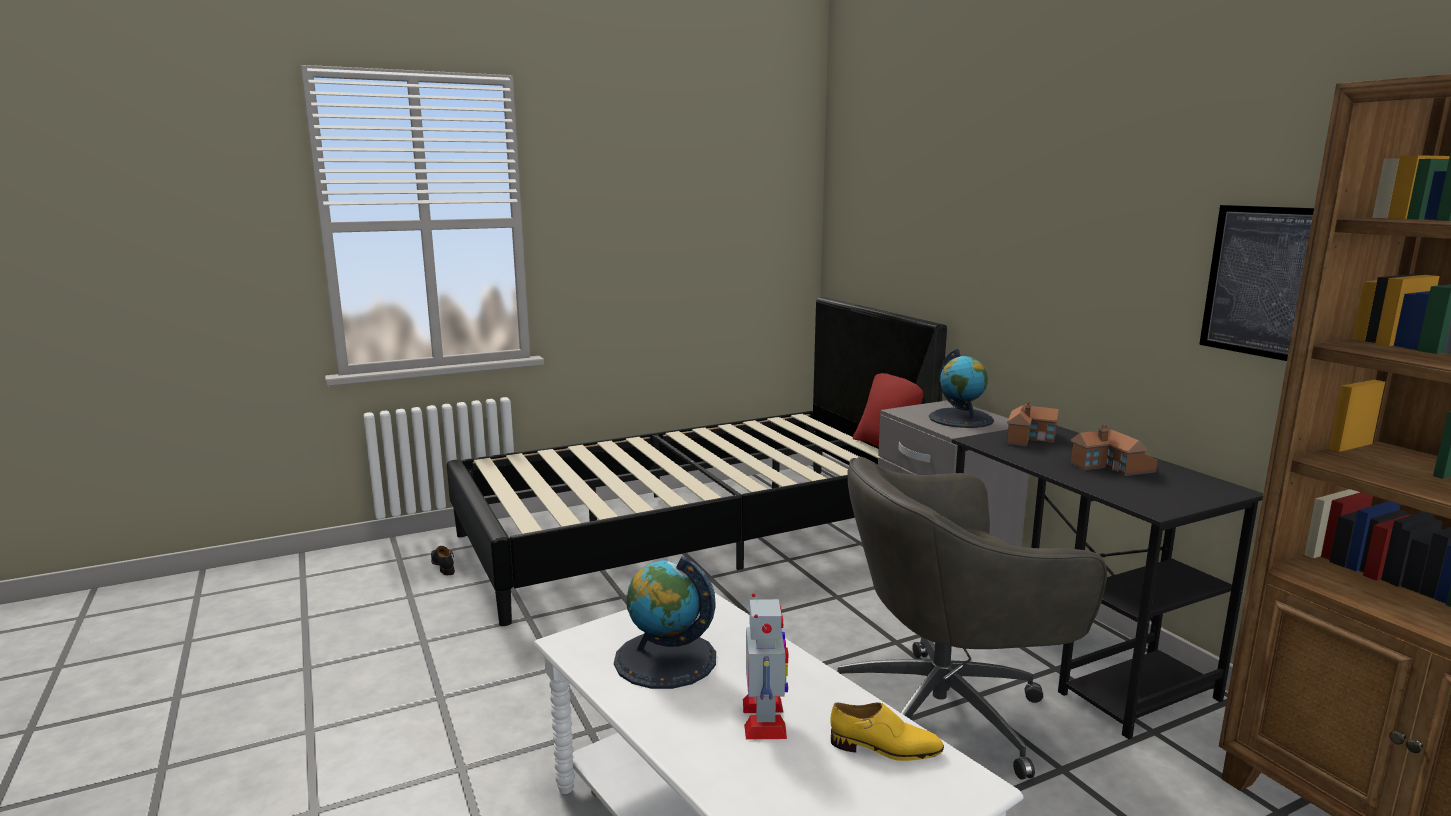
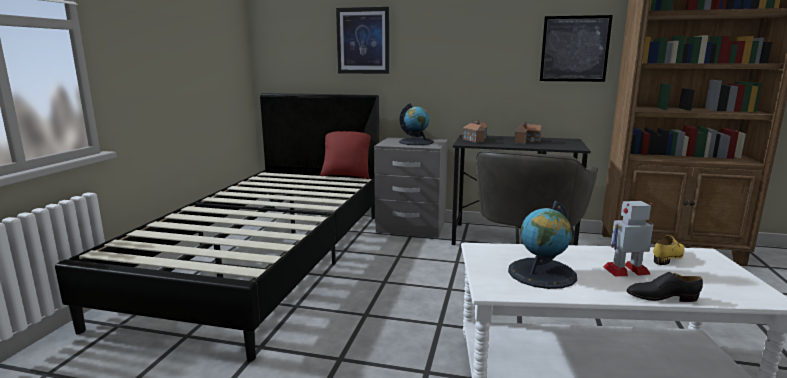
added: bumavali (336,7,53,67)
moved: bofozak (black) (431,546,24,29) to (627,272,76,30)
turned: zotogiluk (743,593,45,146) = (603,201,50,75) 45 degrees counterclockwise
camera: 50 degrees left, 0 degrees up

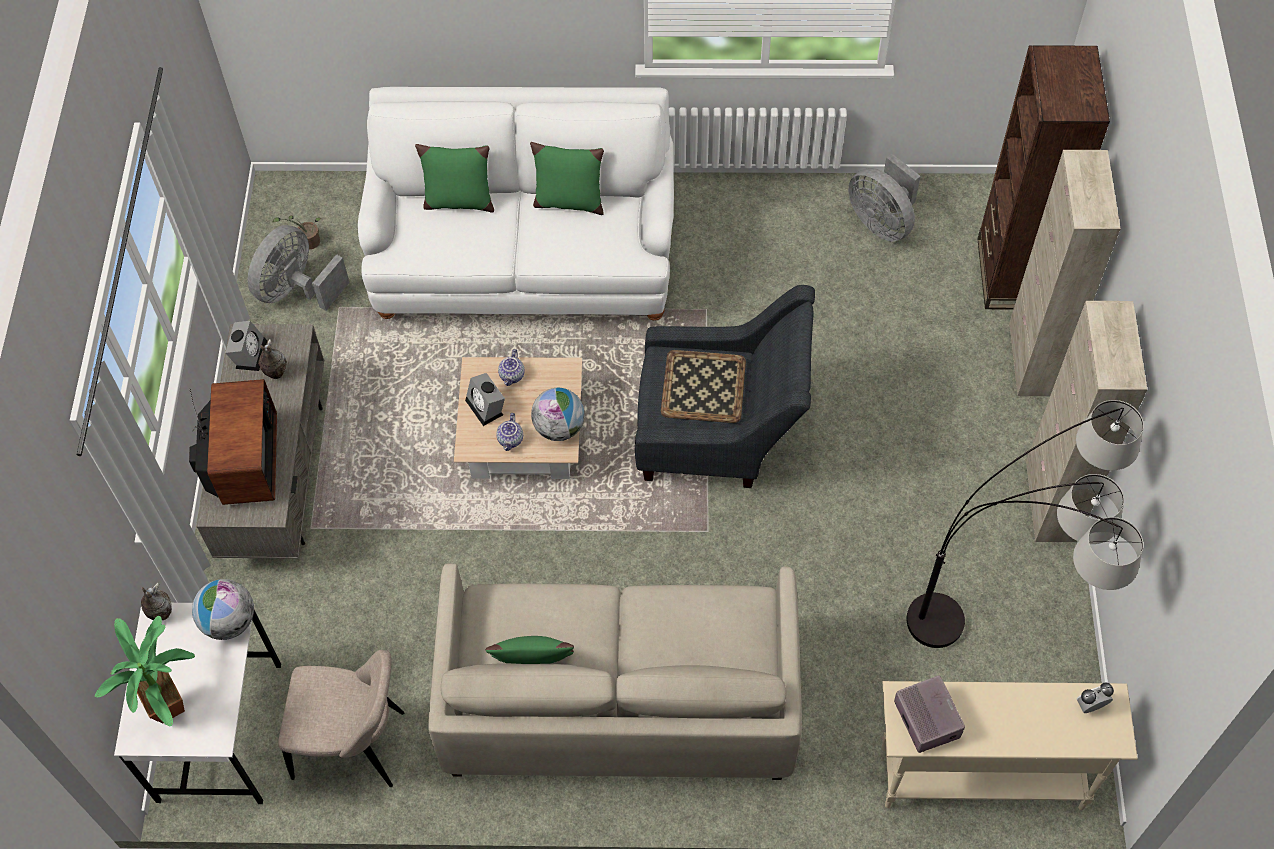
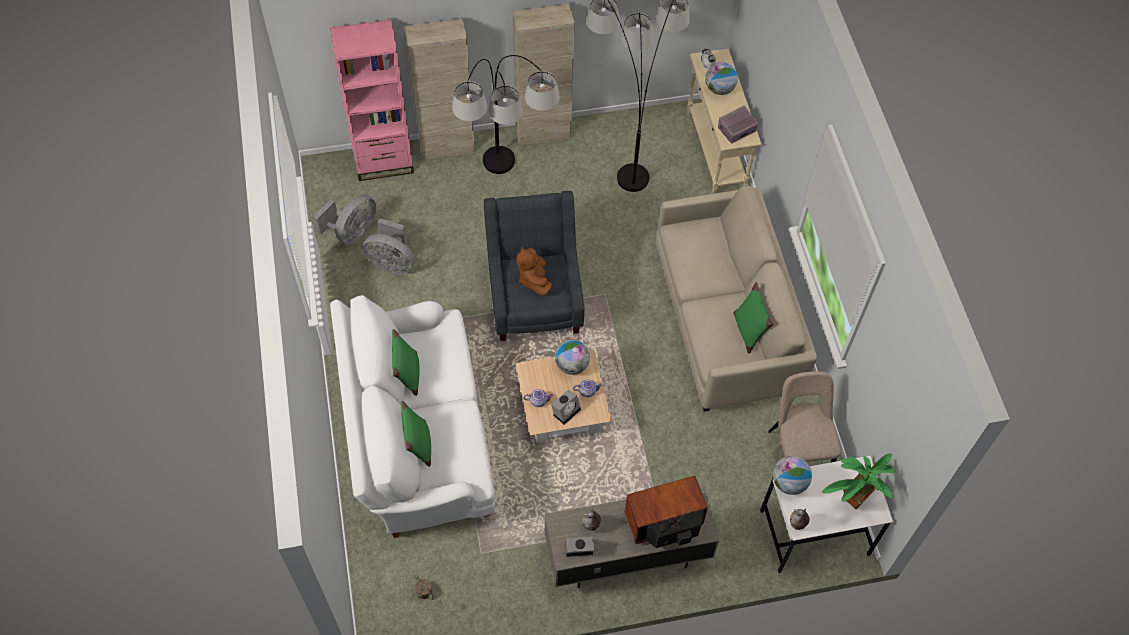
added: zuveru (452,55,107,119); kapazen (705,62,33,33)
moved: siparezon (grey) (248,225,102,86) to (362,218,53,56)
replaced: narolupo (661,350,85,73) to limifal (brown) (517,246,35,50)
recoloured: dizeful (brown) (977,46,133,263) to dizeful (pink) (330,20,84,161)
camera: 105 degrees left, 0 degrees up

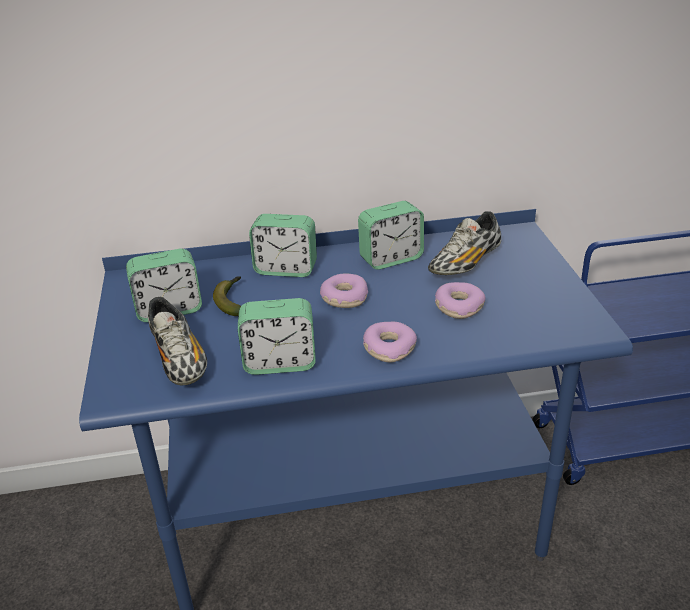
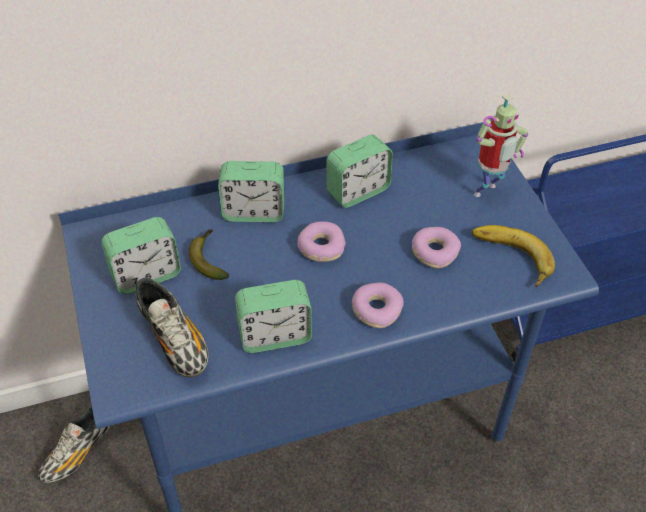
added: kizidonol (471,225,84,62); zotogiluk (474,94,54,103)
moved: bofozak (428,211,73,64) to (37,406,73,77)
camera: 10 degrees left, 15 degrees up

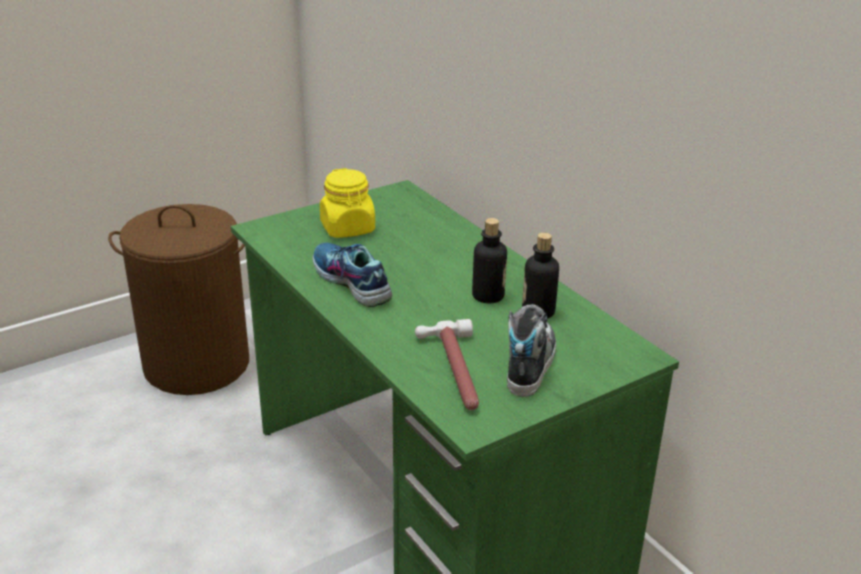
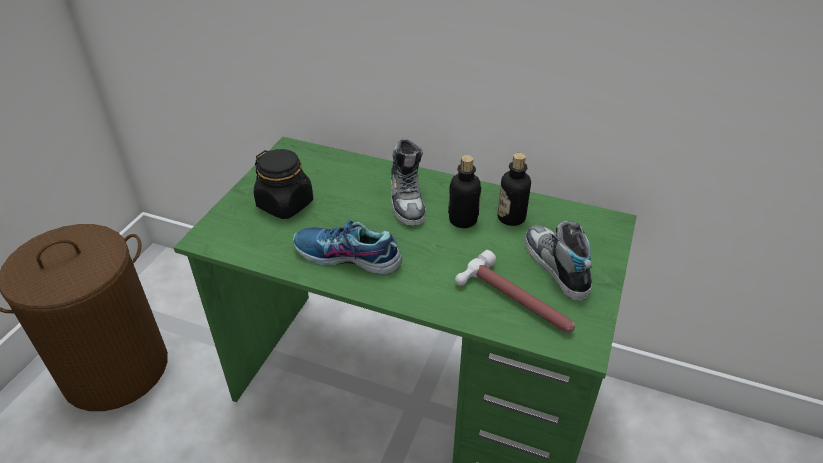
added: bofozak (391,139,35,87)
recoloured: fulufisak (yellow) (320,168,55,70) to fulufisak (black) (254,149,59,70)
camera: 35 degrees left, 10 degrees up

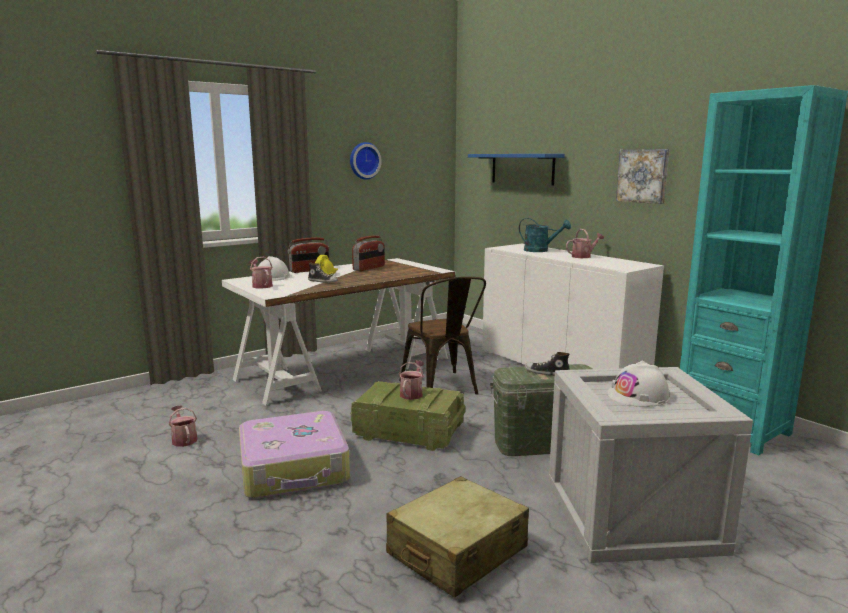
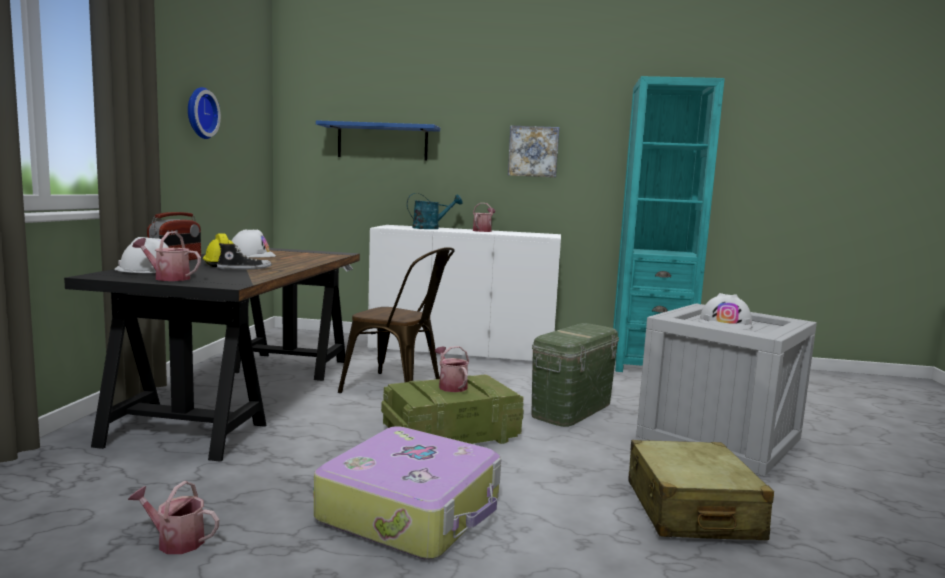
removed: bofozak (524,352,46,24)
replaced: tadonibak (352,236,33,35) to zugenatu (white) (232,230,44,27)
recoloured: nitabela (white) (222,258,233,148) to nitabela (black) (64,248,296,214)
camera: 45 degrees left, 5 degrees down

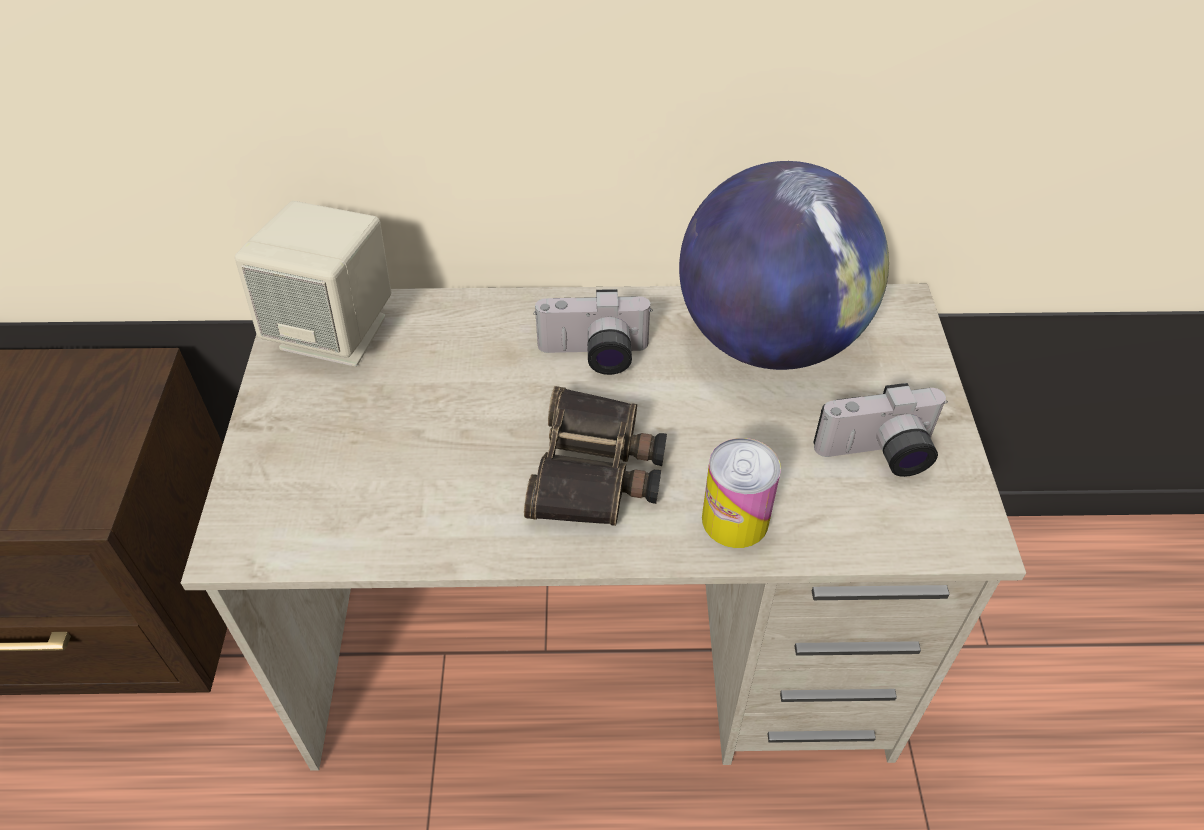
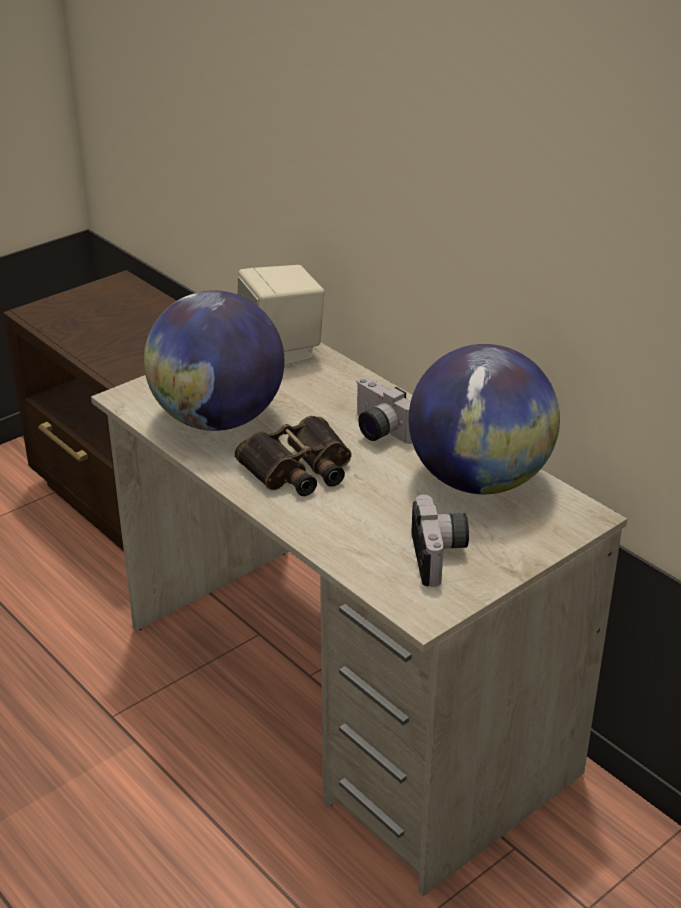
removed: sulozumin (702,438,79,110)
added: kapazen (144,290,140,141)
turned: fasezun (814,383,134,94) = (411,495,58,92) 135 degrees counterclockwise
camera: 50 degrees right, 15 degrees down

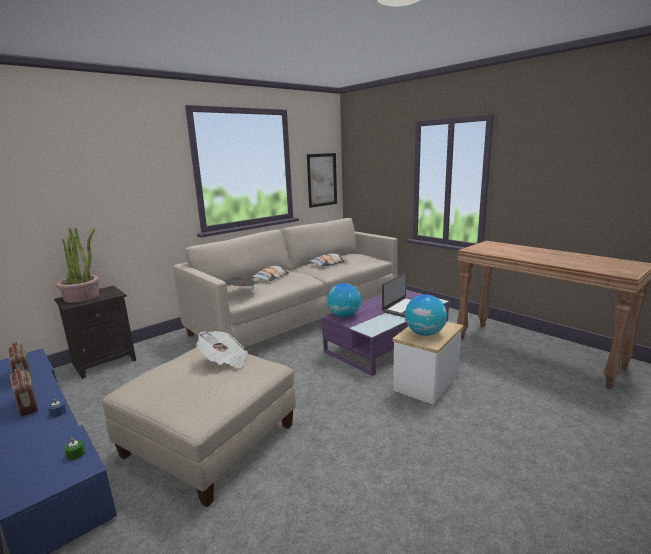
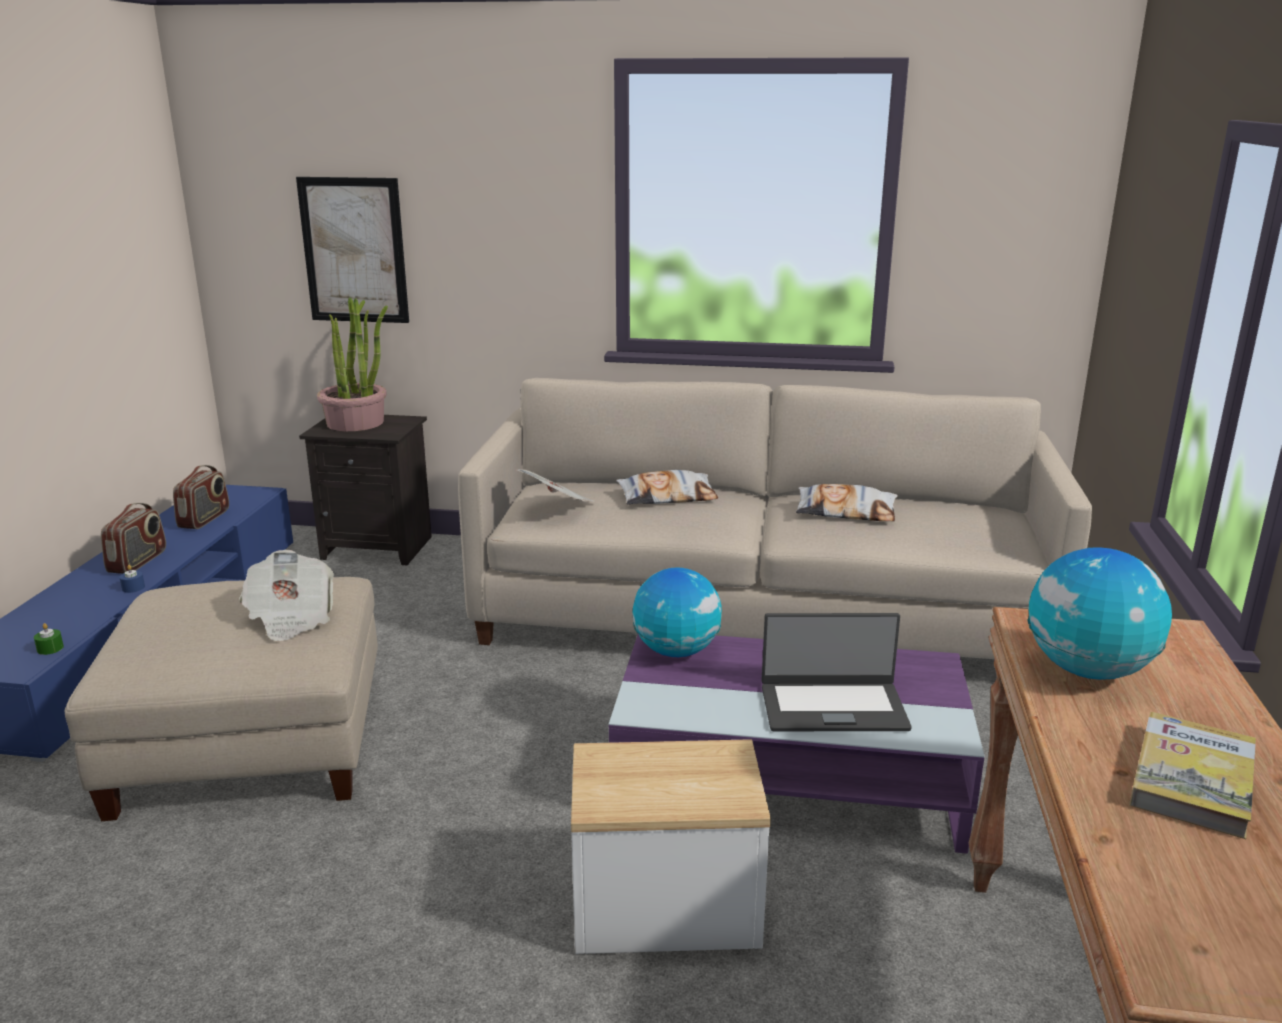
added: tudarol (1129,712,127,127)
moved: bumavali (307,153,30,55) to (296,177,113,146); kapazen (405,294,42,42) to (1027,547,145,133)
camera: 50 degrees right, 5 degrees up

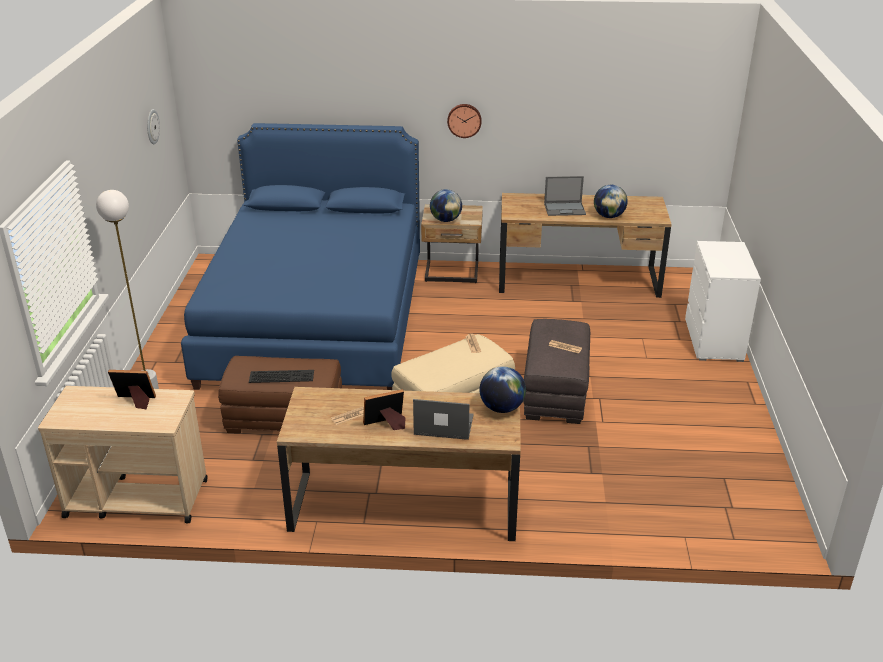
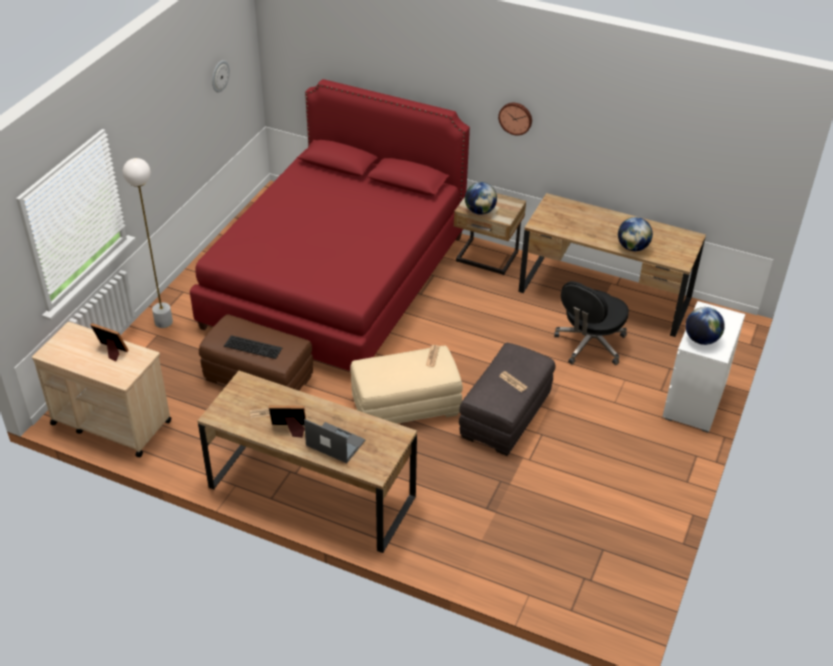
removed: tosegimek (544,176,42,40)
added: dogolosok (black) (554,281,75,84)
moved: kapazen (480,366,46,47) to (686,307,39,38)
recoloured: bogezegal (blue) (181,123,239,267) to bogezegal (red) (190,79,280,292)
camera: 20 degrees right, 10 degrees up

